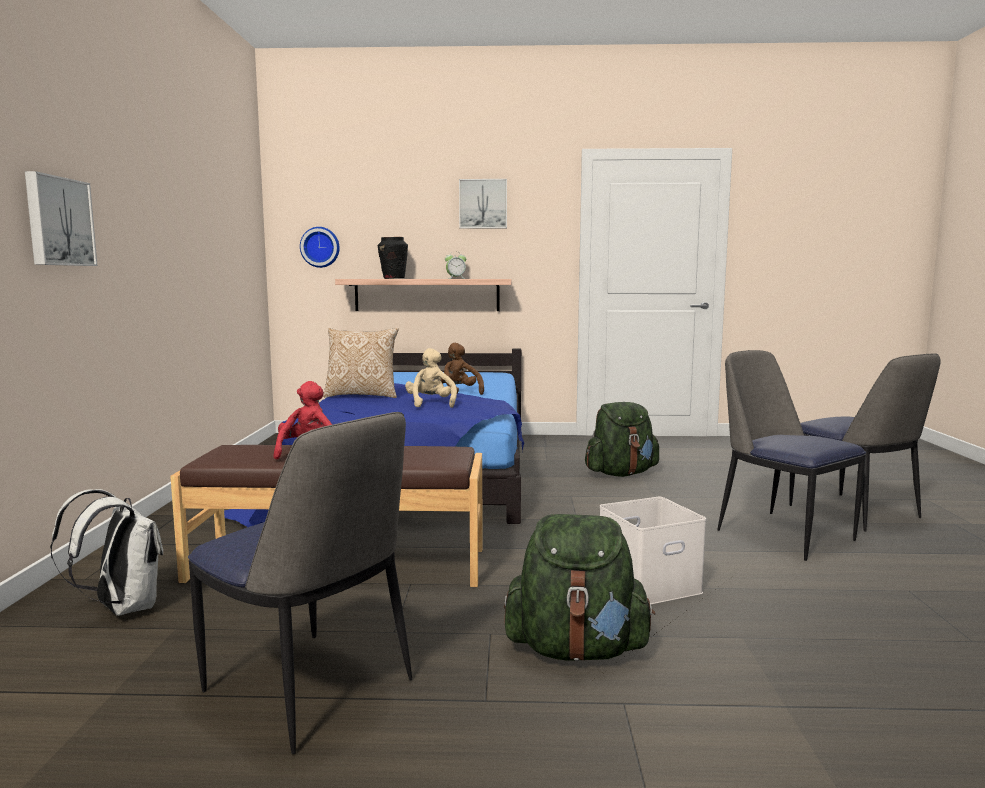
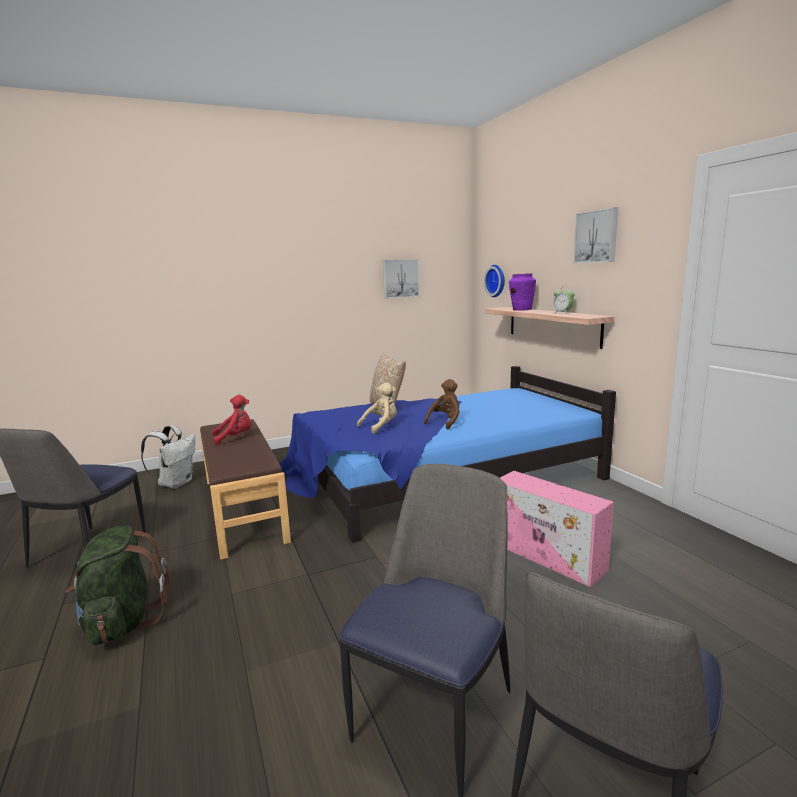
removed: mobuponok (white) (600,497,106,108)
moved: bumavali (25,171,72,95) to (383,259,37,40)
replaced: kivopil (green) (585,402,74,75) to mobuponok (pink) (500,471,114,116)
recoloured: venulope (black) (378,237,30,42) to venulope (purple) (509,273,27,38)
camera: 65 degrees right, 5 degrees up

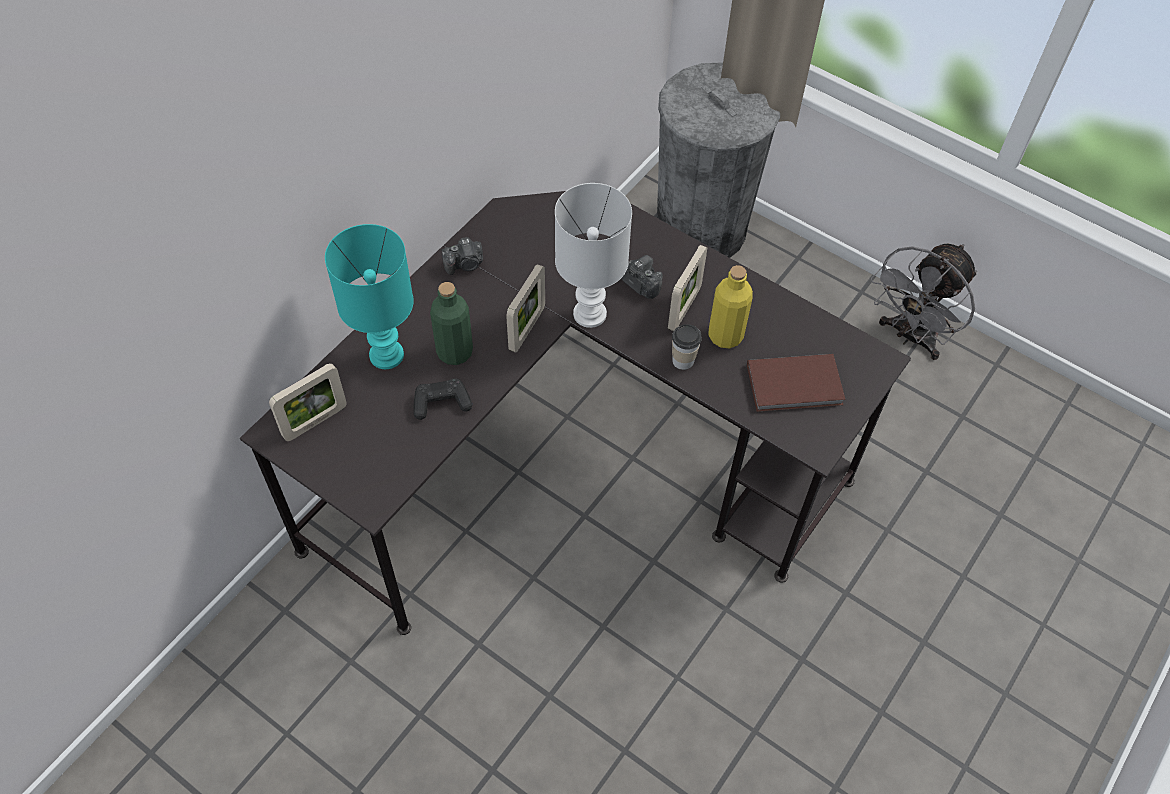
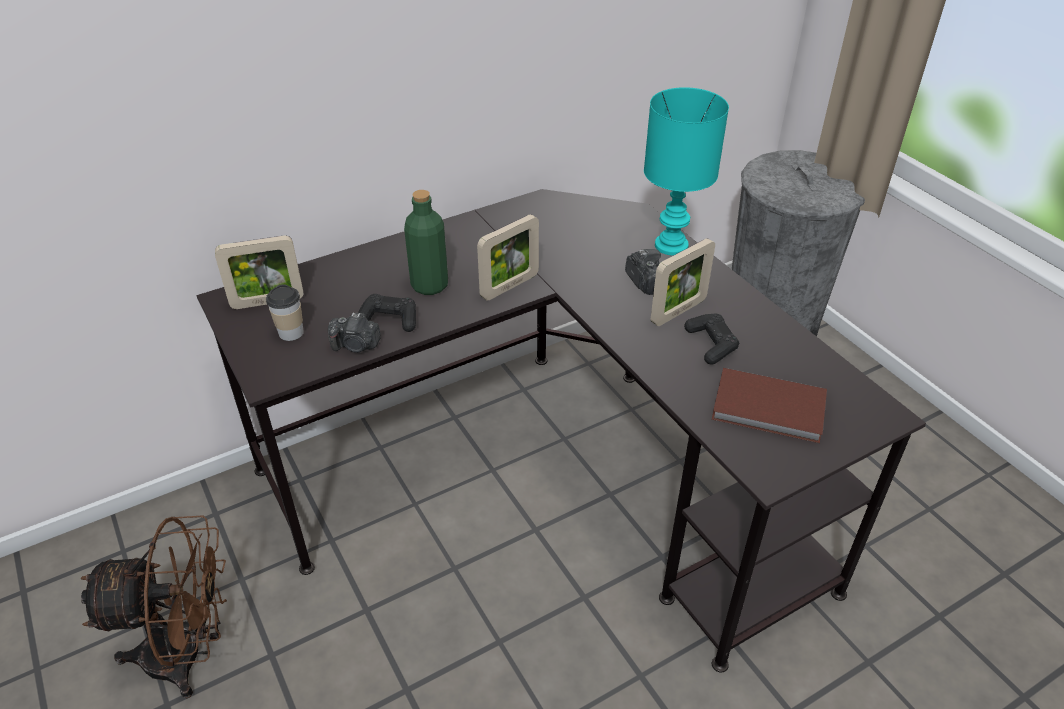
removed: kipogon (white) (555,183,77,145); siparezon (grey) (871,244,106,116)
added: siparezon (brown) (80,515,147,184)
moved: kipogon (turquoise) (325,224,89,145) to (644,87,85,169); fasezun (442,237,41,38) to (328,313,53,40); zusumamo (672,324,30,46) to (266,284,38,57)
replaced: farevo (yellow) (708,265,45,83) to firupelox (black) (684,314,55,51)
camera: 25 degrees right, 15 degrees down

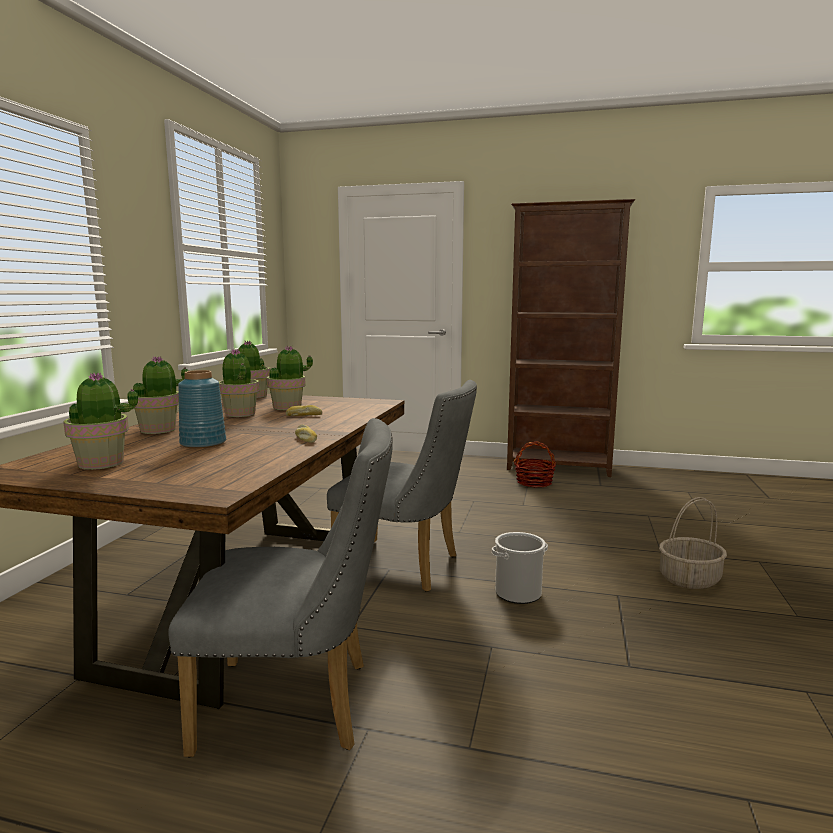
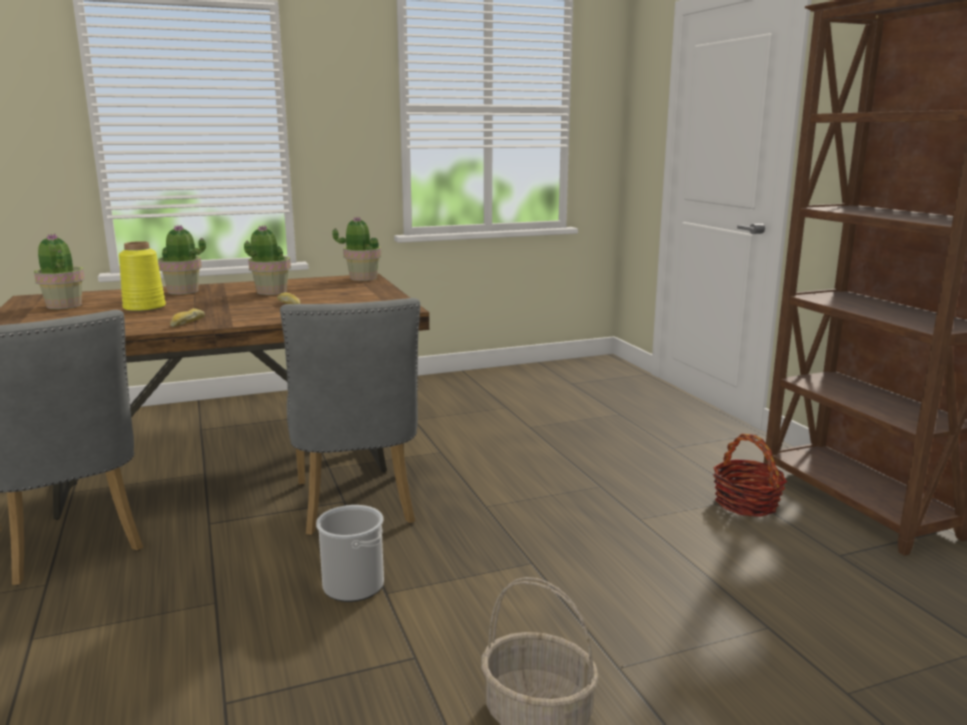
removed: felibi (267,346,46,64)
recoloured: venulope (blue) (178,370,48,79) to venulope (yellow) (119,241,47,71)
camera: 55 degrees right, 5 degrees up

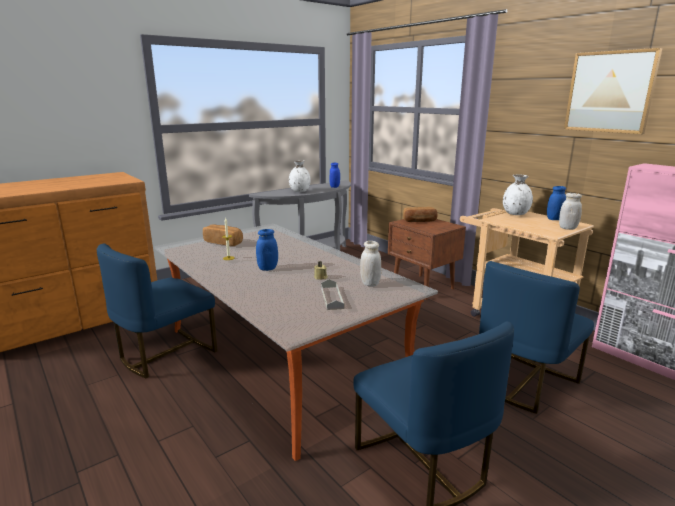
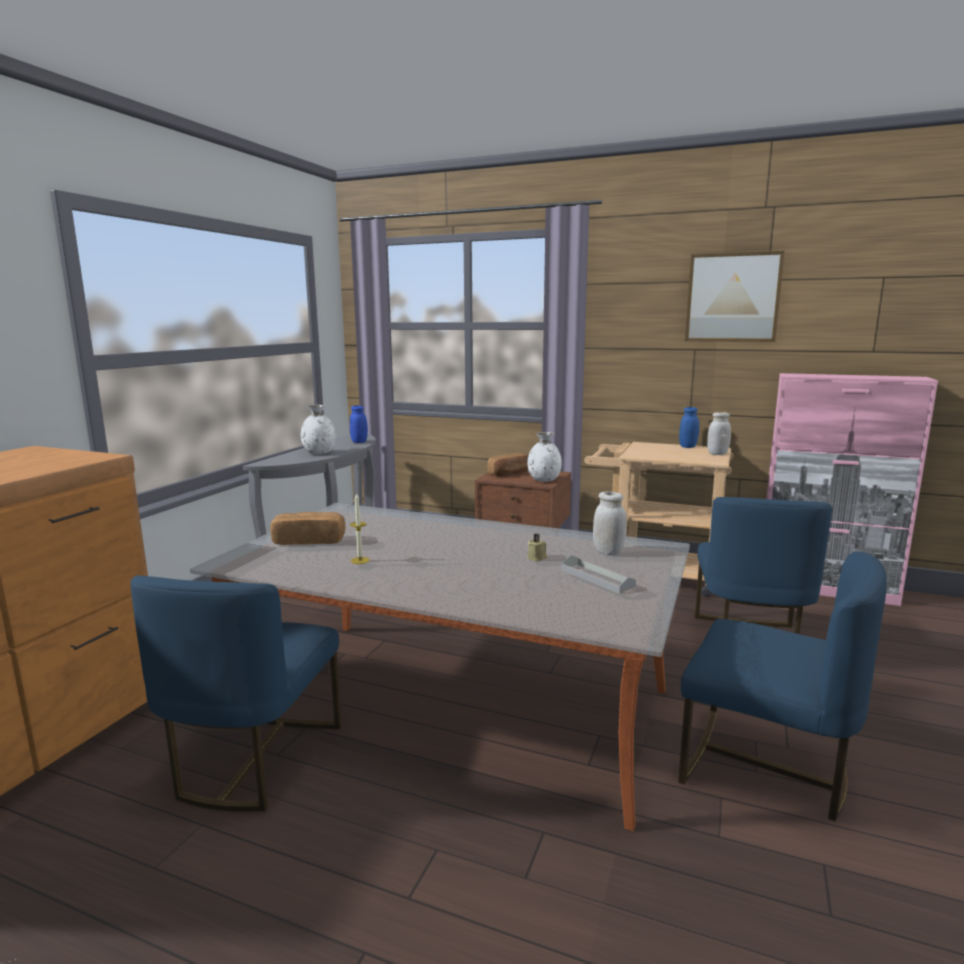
removed: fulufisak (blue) (256,229,22,42)
moved: venulope (white) (503,175,30,40) to (527,432,35,50)
camera: 30 degrees left, 5 degrees down

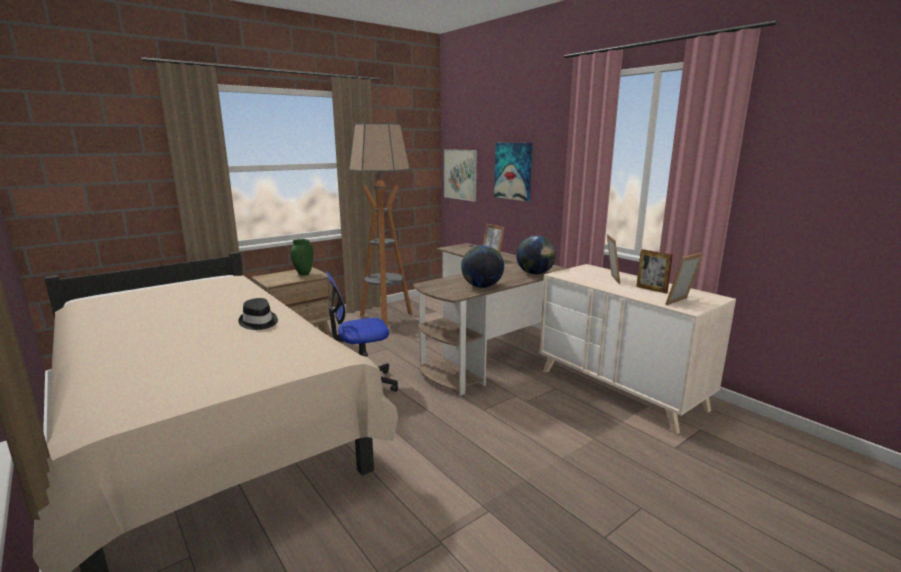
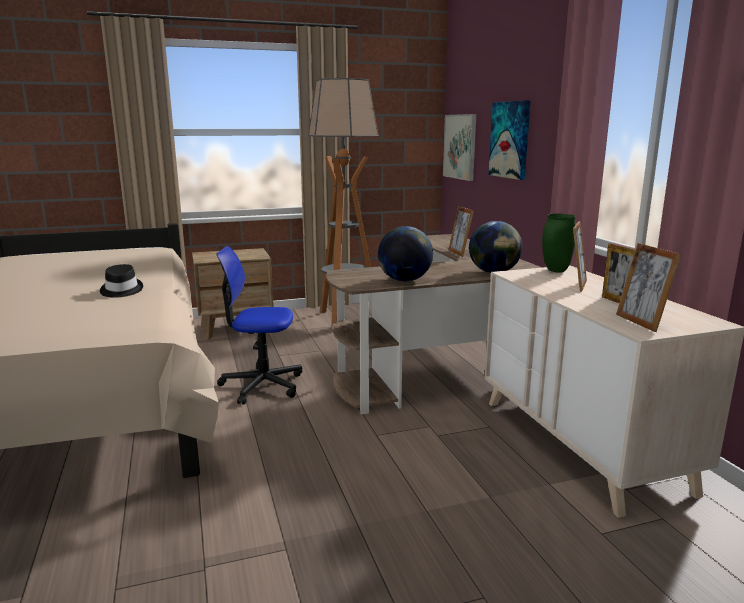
moved: venulope (green) (290,239,24,37) to (542,213,34,60)
turned: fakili (665,252,38,53) = (616,243,66,89) 90 degrees counterclockwise
camera: 20 degrees right, 0 degrees up

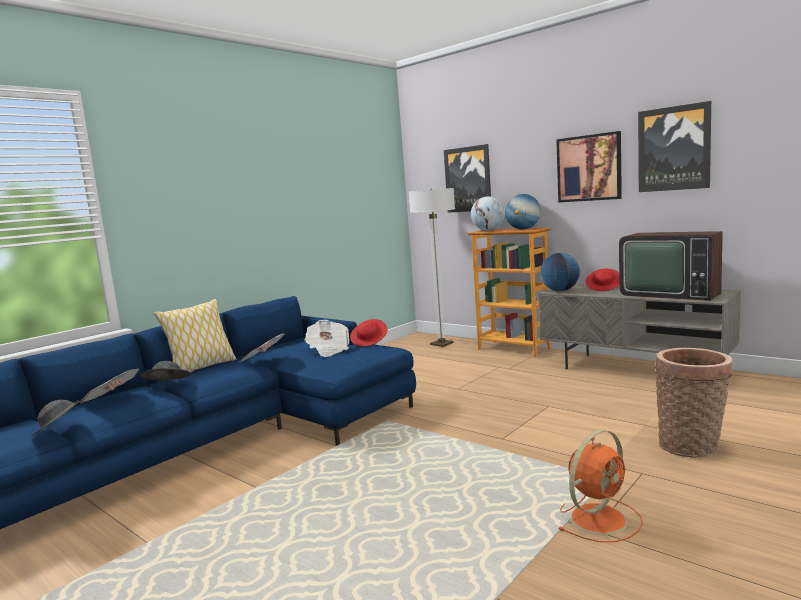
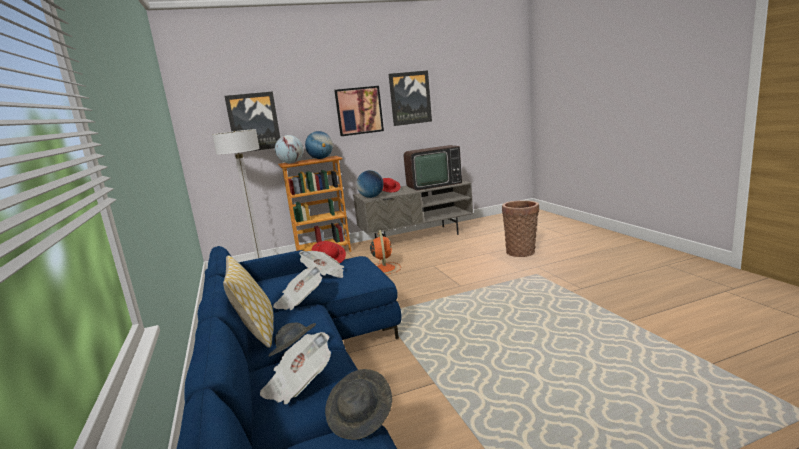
moved: siparezon (orange) (559,429,84,113) to (370,230,31,45)
camera: 60 degrees left, 5 degrees up

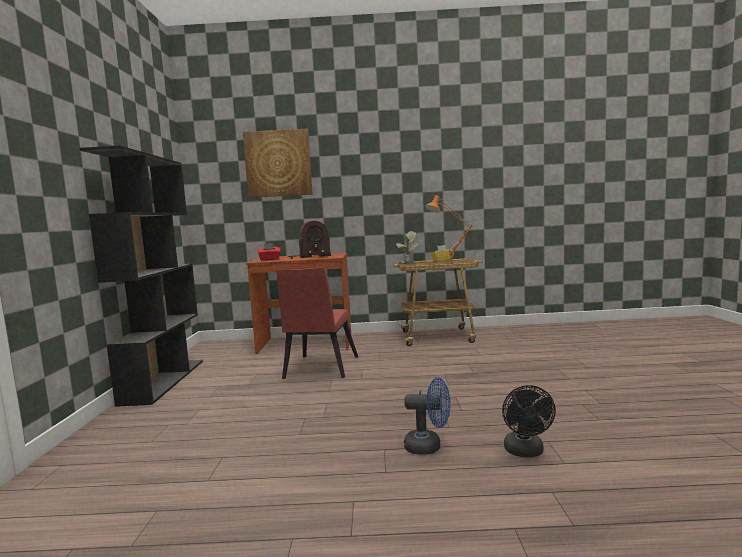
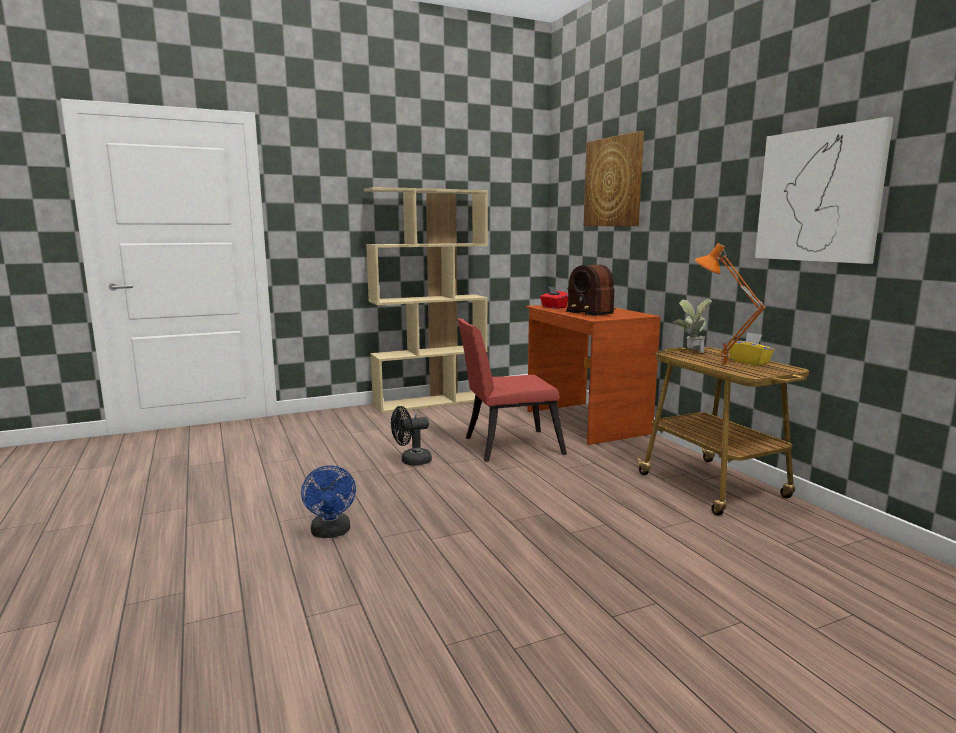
added: bumavali (755,117,139,147)
moved: siparezon (black) (502,385,54,72) to (391,406,41,60)
recoloured: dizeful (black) (80,146,123,261) to dizeful (beige) (364,187,124,226)
camera: 65 degrees right, 5 degrees up

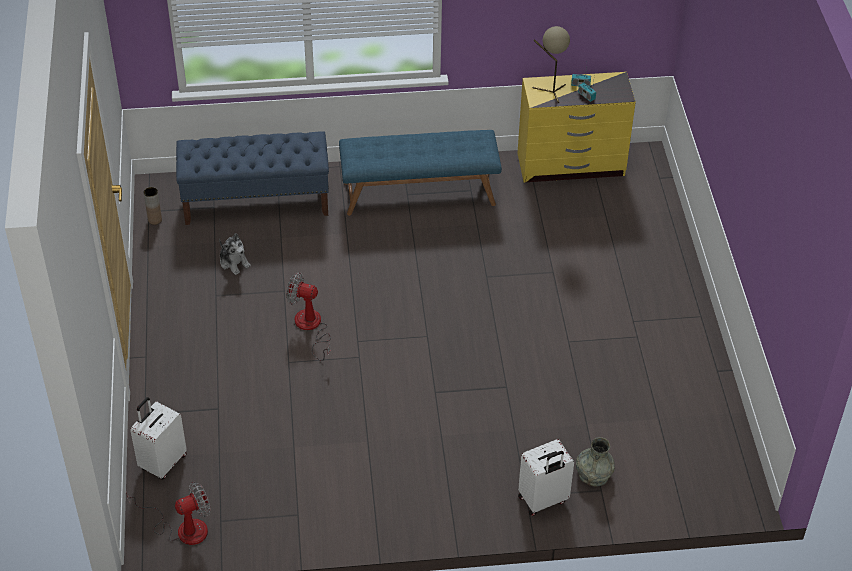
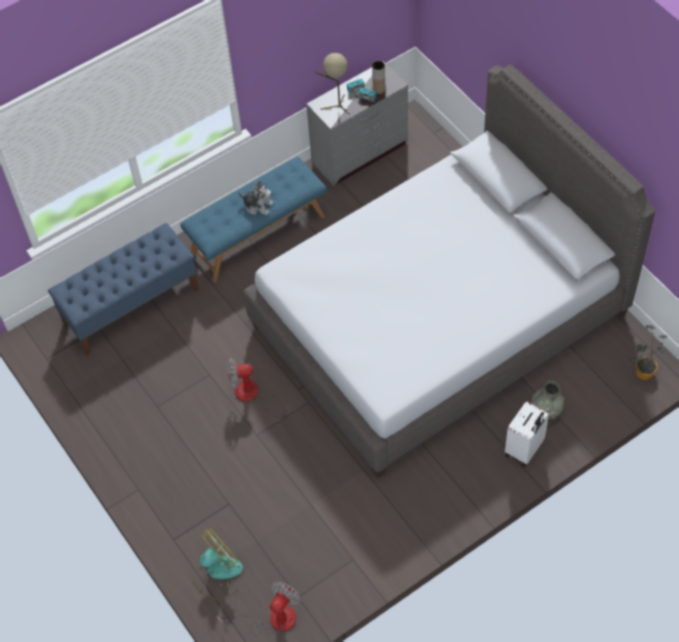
added: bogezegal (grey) (243,65,412,413); felibi (630,325,38,55)
moved: venulope (brown) (144,187,18,38) to (372,61,13,33); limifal (219,233,32,42) to (238,181,36,34)
replaced: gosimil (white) (130,397,57,83) to siparezon (193,528,50,72)
recoloured: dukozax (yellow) (517,72,119,110) to dukozax (grey) (306,61,102,125)
camera: 25 degrees left, 10 degrees up

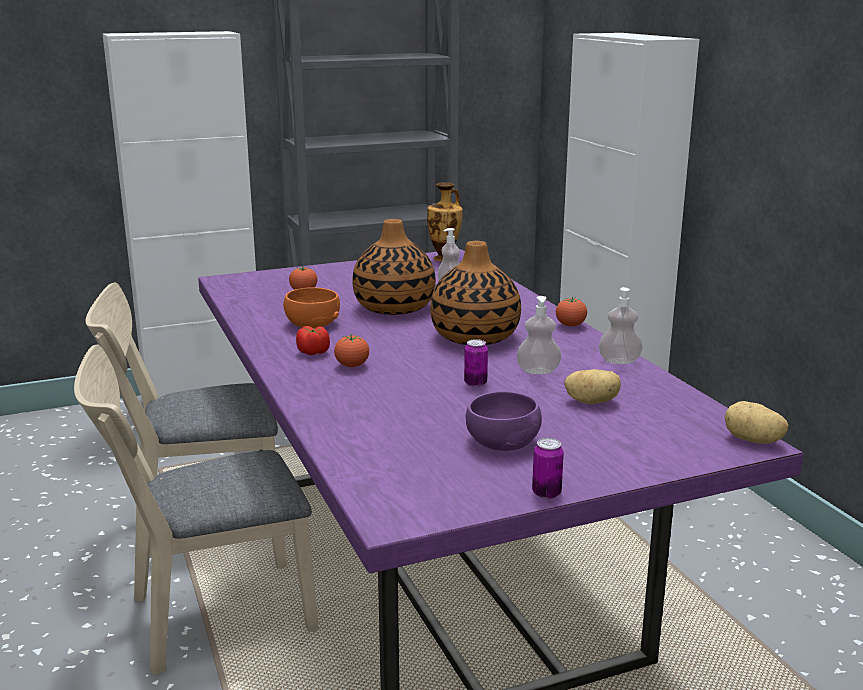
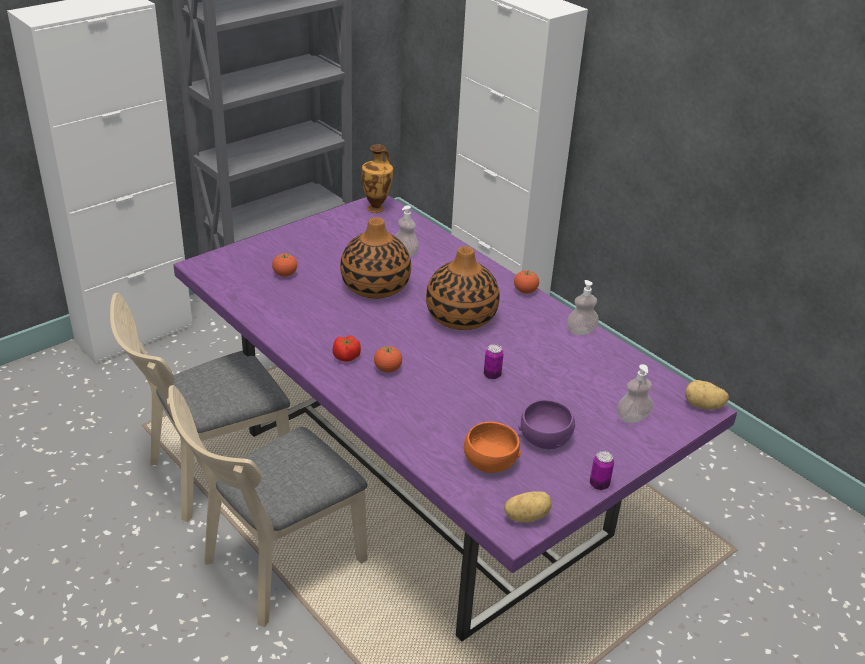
moved: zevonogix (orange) (283,287,57,41) to (464,422,57,51); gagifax (517,296,44,78) to (617,364,36,59); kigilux (564,369,57,35) to (504,491,47,32)
camera: 20 degrees left, 15 degrees up

